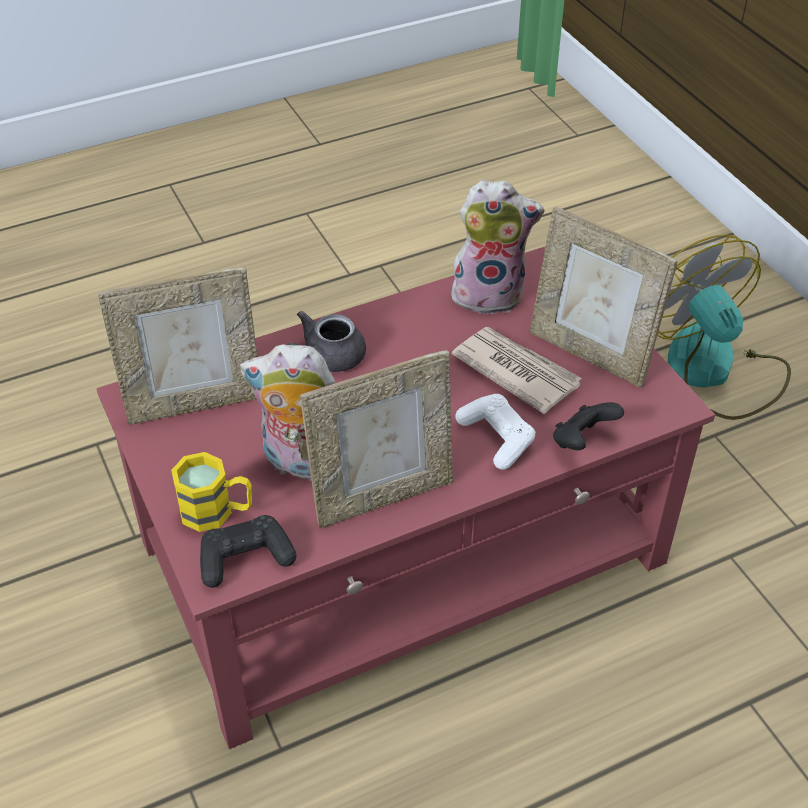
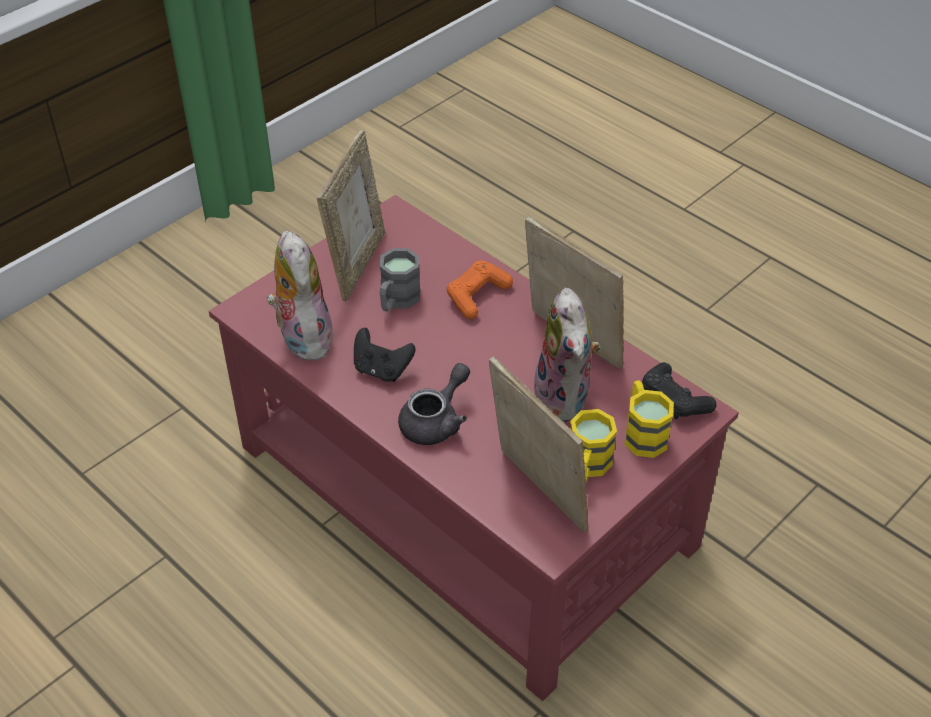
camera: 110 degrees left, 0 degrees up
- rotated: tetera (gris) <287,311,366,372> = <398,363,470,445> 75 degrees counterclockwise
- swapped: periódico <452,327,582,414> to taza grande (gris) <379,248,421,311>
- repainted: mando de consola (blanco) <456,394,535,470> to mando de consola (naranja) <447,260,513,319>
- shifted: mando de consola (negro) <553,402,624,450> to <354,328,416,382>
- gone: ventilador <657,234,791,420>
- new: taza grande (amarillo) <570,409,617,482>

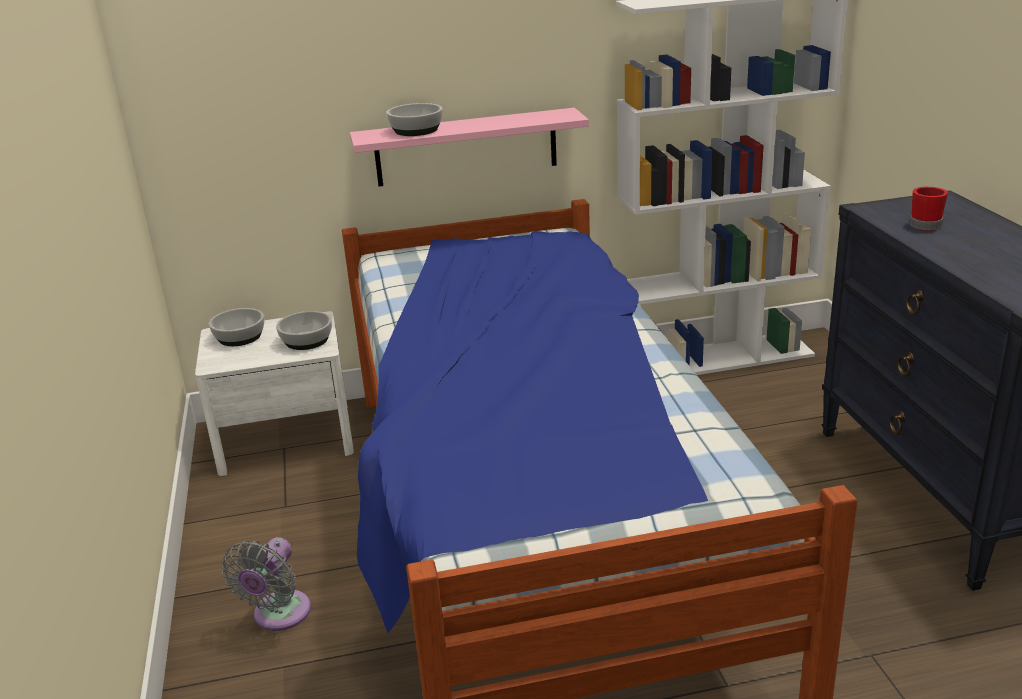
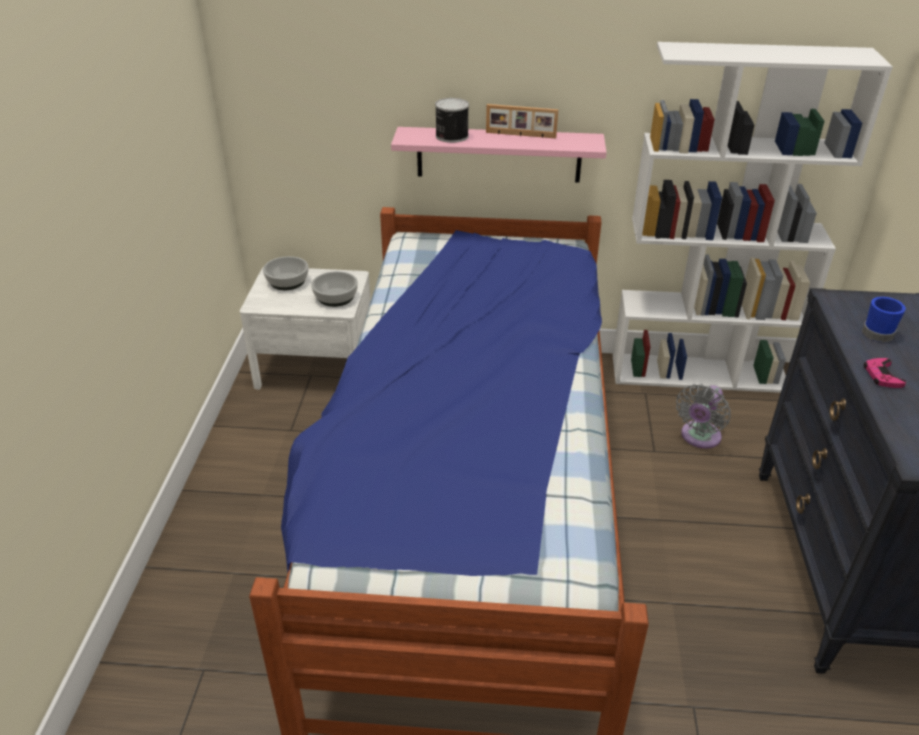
camera: 15 degrees right, 10 degrees up
- shifted: ventilador (gris) <222,537,311,631> to <676,384,731,449>
- swapped: cuenco <386,103,443,136> to lata <435,98,469,143>
- repainted: taza grande (rojo) <909,187,948,231> to taza grande (azul) <862,297,906,342>
- new: portarretratos <486,104,558,138>
- new: mando de consola (rosa) <864,358,906,388>

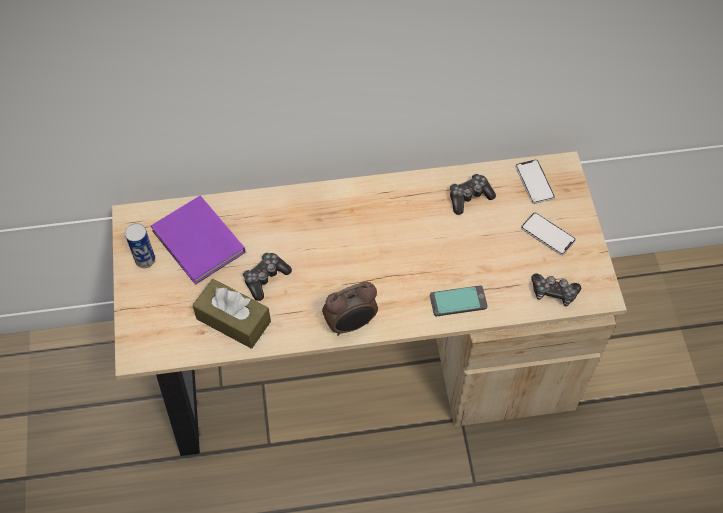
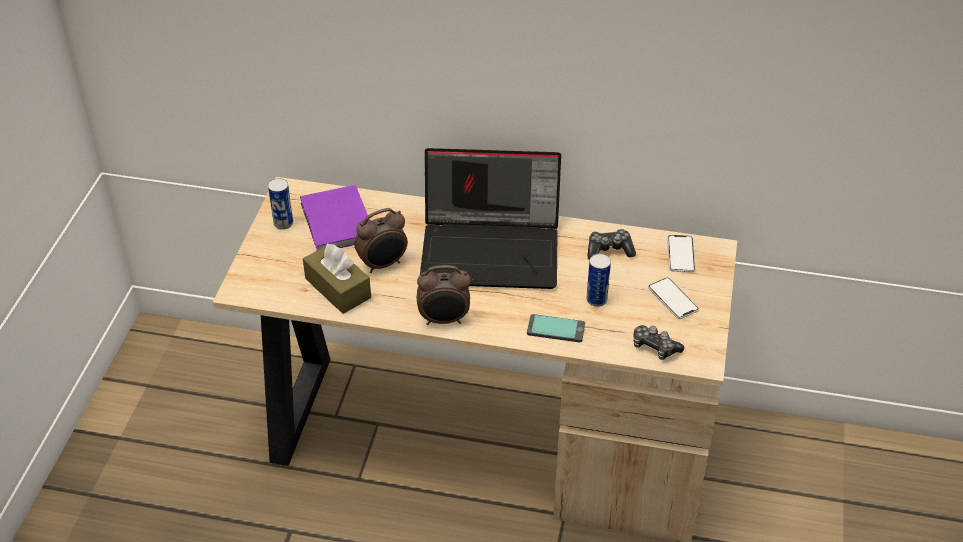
camera: 20 degrees right, 15 degrees down
- swapped: mando de consola <243,253,292,301> to despertador <354,208,408,273>
- new: portátil <420,148,561,289>
- new: lata <586,254,611,307>

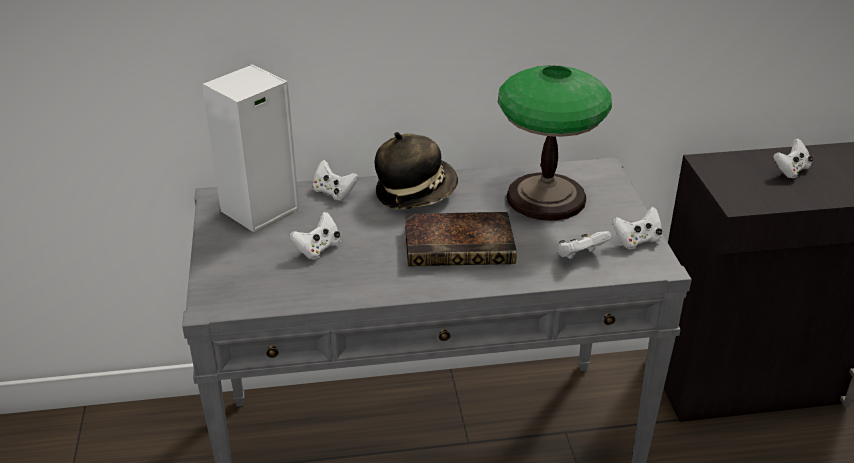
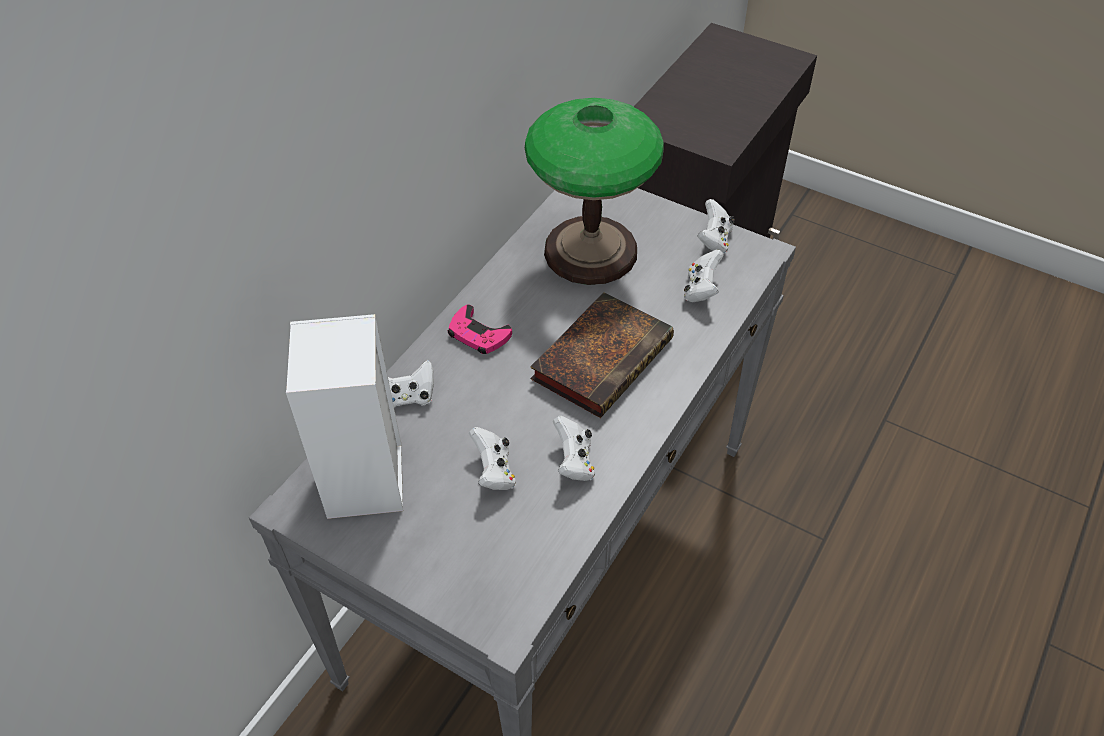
camera: 50 degrees left, 15 degrees up
- swapped: sombrero <375,132,458,209> to mando de consola (rosa) <448,305,512,354>
- shifted: mando de consola (blanco) <773,138,813,178> to <553,416,595,481>

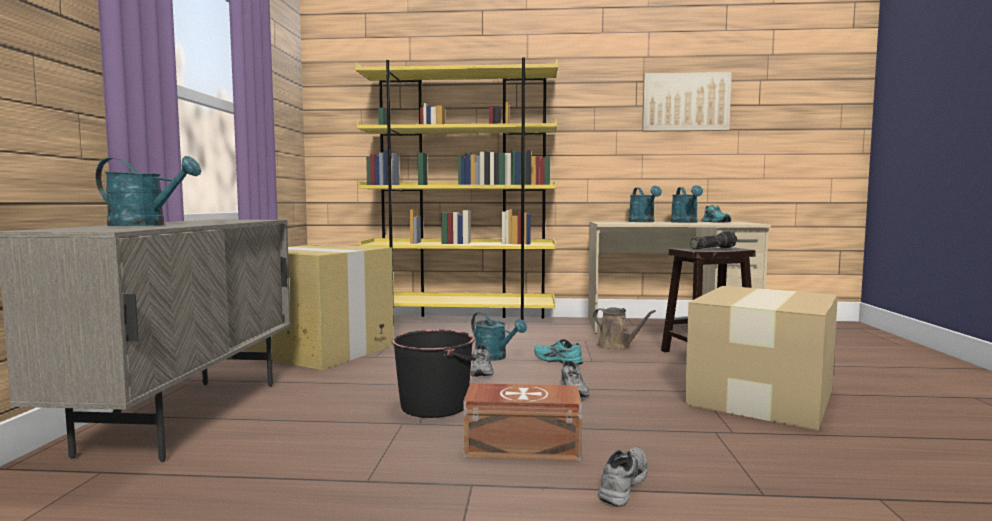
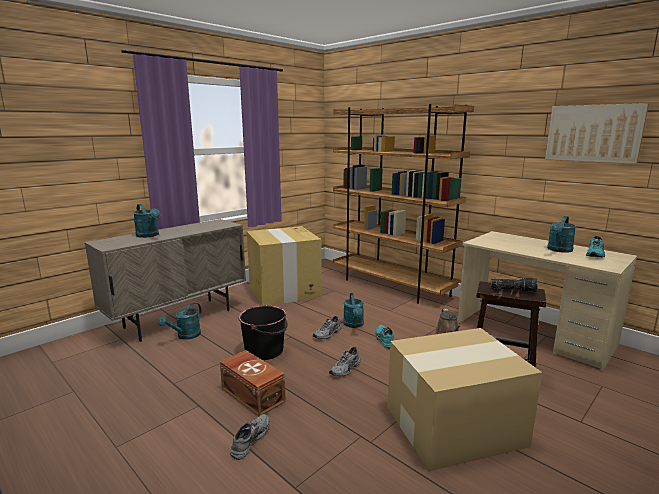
camera: 40 degrees right, 10 degrees up
- repainted: estantería (amarillo) <355,57,558,326> to estantería (marrón) <333,104,474,304>
- rotated: zapato (gris) <598,447,648,507> = <230,414,270,460> 45 degrees counterclockwise
- shifted: regadera (turquesa) <629,186,662,222> to <158,303,202,340>

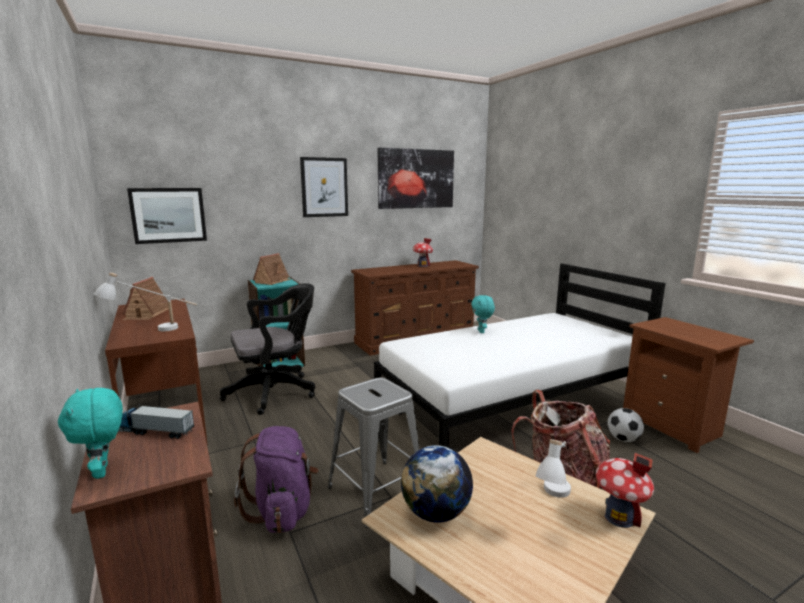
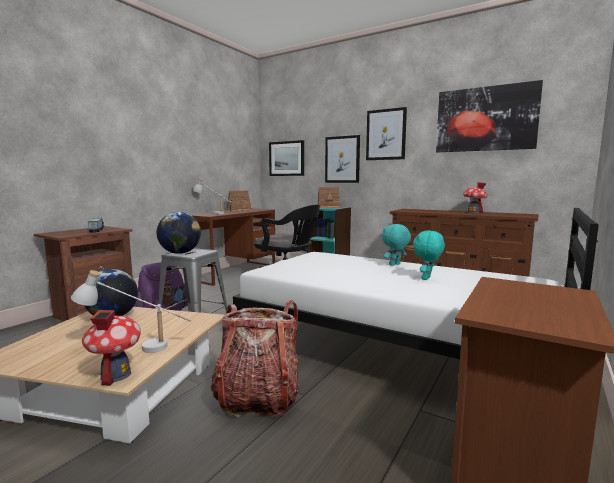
camera: 60 degrees right, 5 degrees down
- shifted: peluche (turquesa) <58,388,123,479> to <413,231,445,280>
- gone: balón de fútbol <607,408,644,442>
- new: globo terráqueo <157,212,201,254>
- new: cuadro <325,135,360,183>

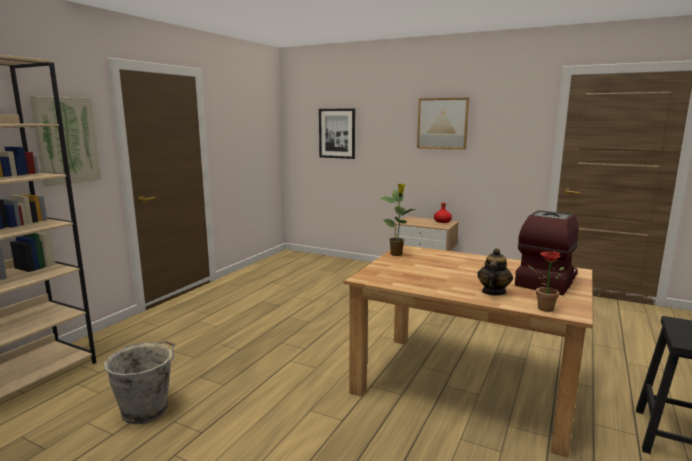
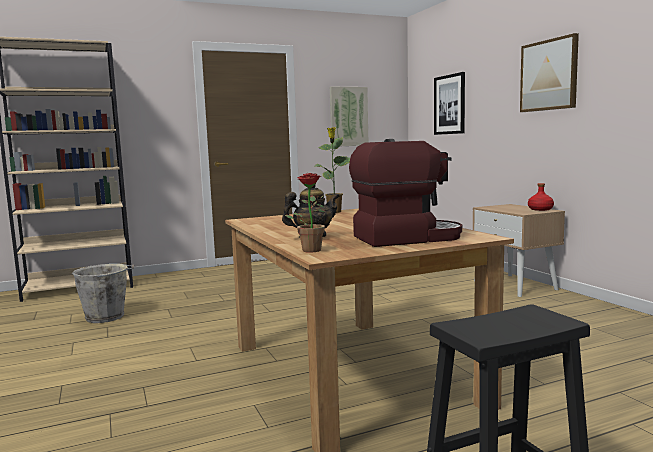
camera: 40 degrees right, 5 degrees down
- shifted: cuadro <30,96,102,187> to <330,87,368,146>

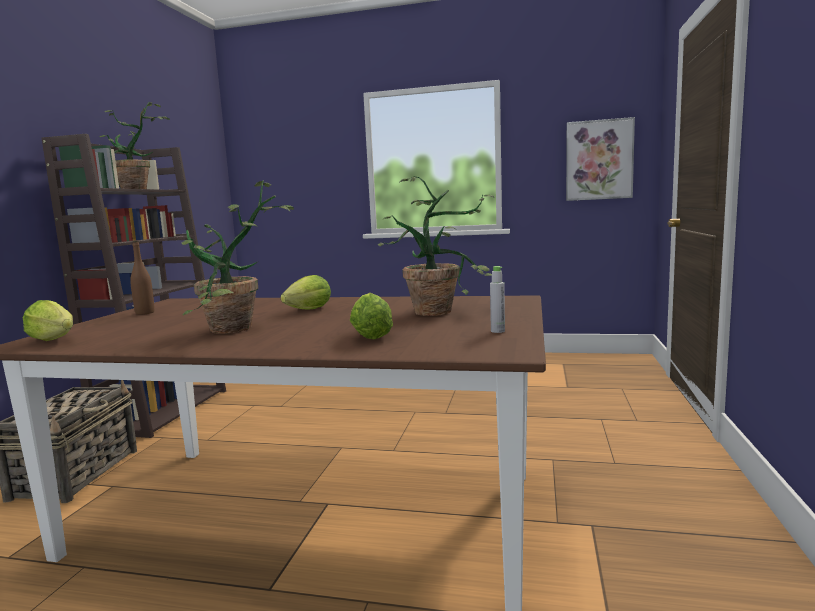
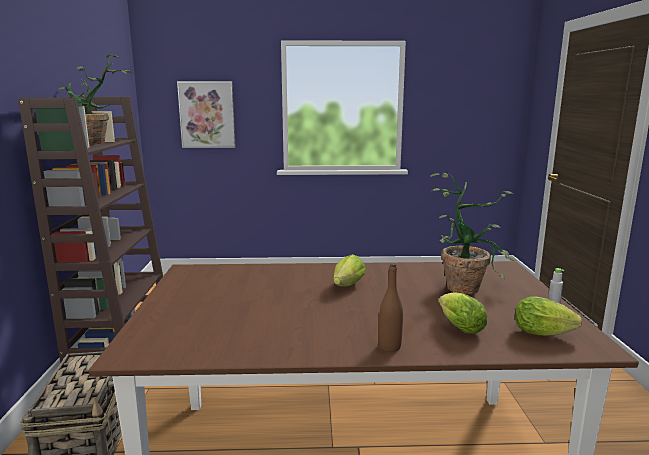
camera: 15 degrees left, 5 degrees up
- shifted: lechuga <23,300,73,341> to <515,297,582,336>
- shifted: botella (marrón) <130,241,155,315> to <379,263,403,352>
- gone: planta en maceta <181,180,294,334>
- shifted: cuadro <566,117,635,201> to <177,81,236,148>

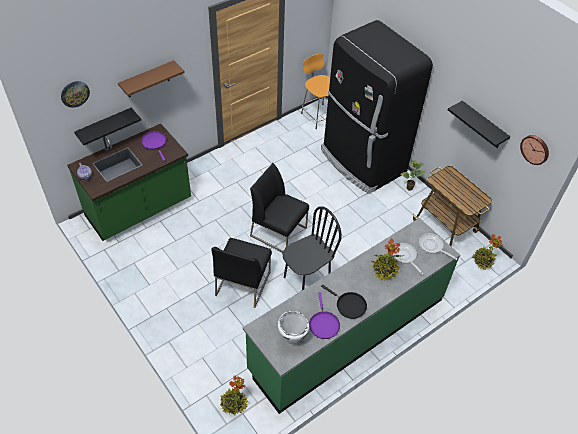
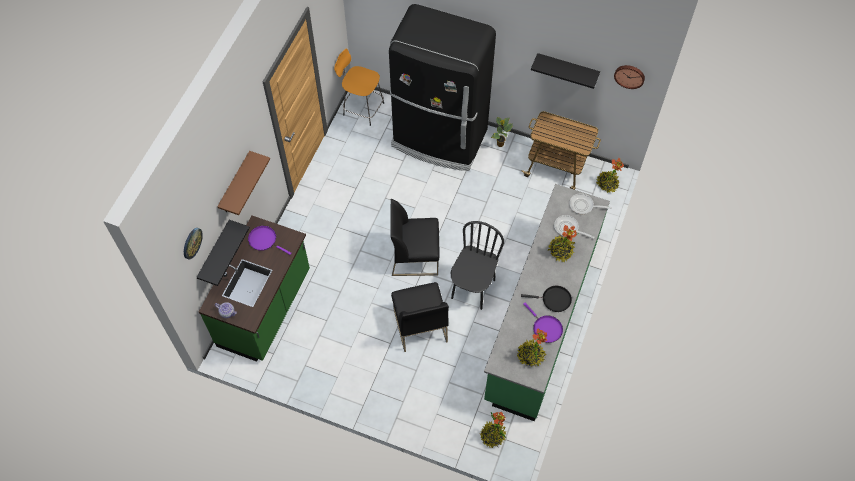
camera: 30 degrees left, 10 degrees up
- swapped: olla (blanco) <278,311,309,344> to planta en maceta <517,329,547,367>

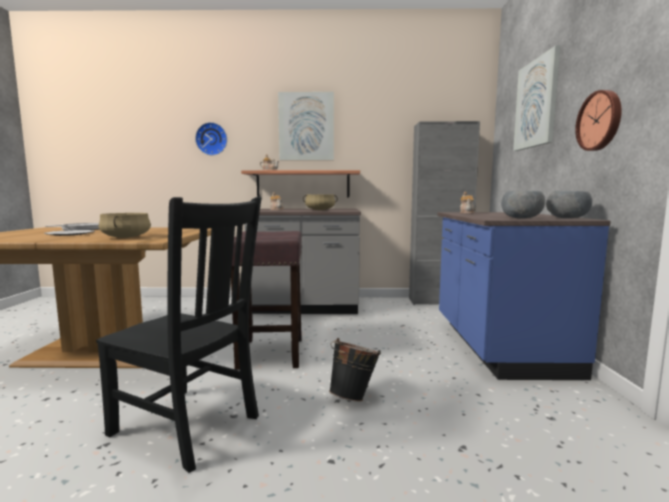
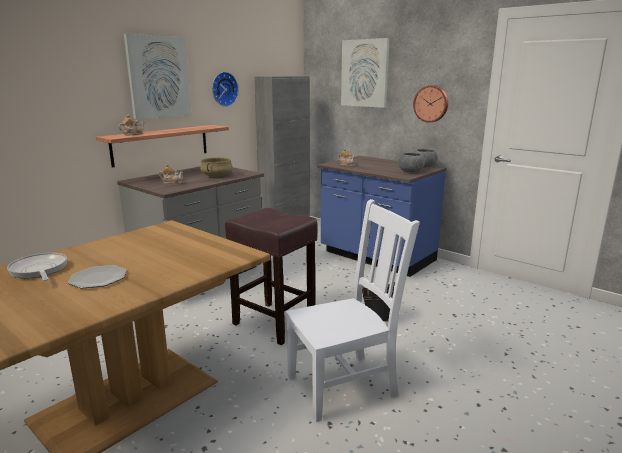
camera: 50 degrees left, 10 degrees up
- repainted: silla (negro) <96,197,261,473> to silla (blanco) <286,199,420,422>
- gone: olla (beis) <99,213,151,238>
- shifted: reloj de pared <195,122,227,156> to <212,72,239,107>

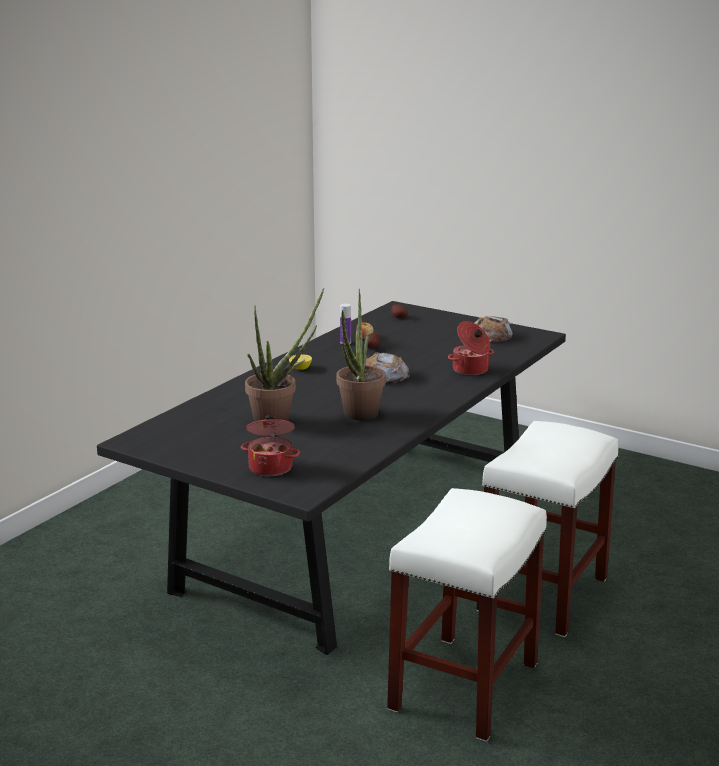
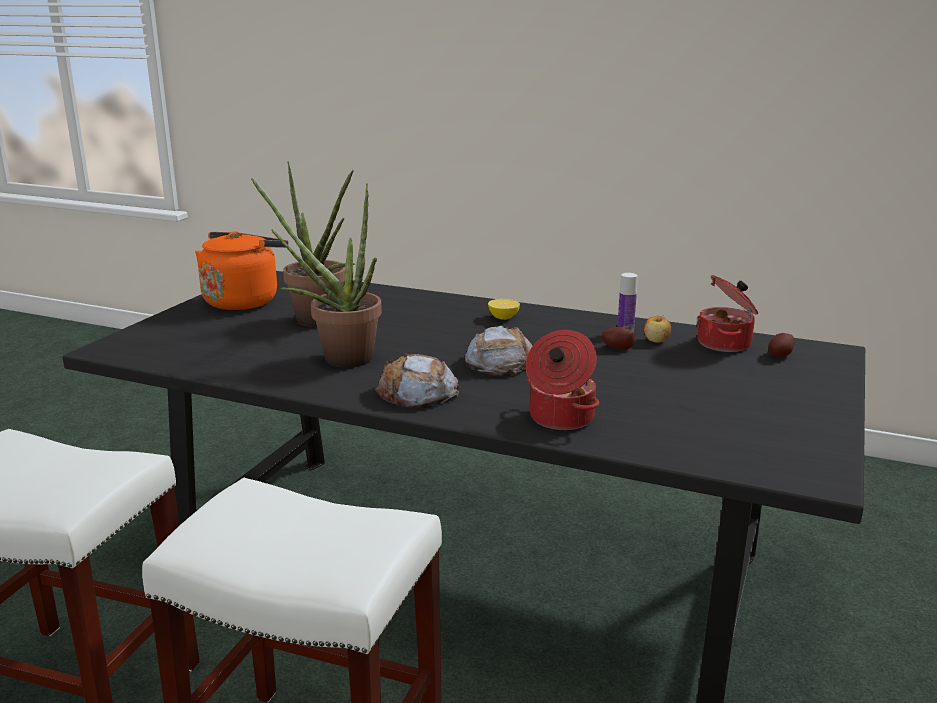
camera: 80 degrees right, 0 degrees up
- shifted: olla <241,415,300,476> to <696,275,758,352>
- shifted: pan <475,316,513,343> to <375,353,459,408>
- new: hervidor (naranja) <195,231,288,310>

